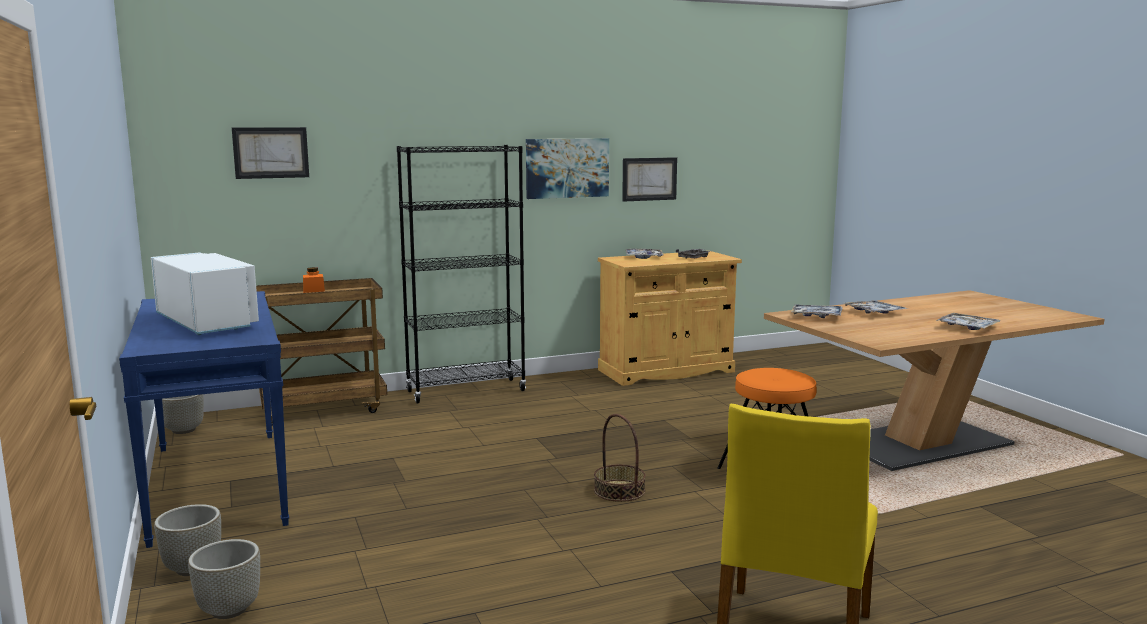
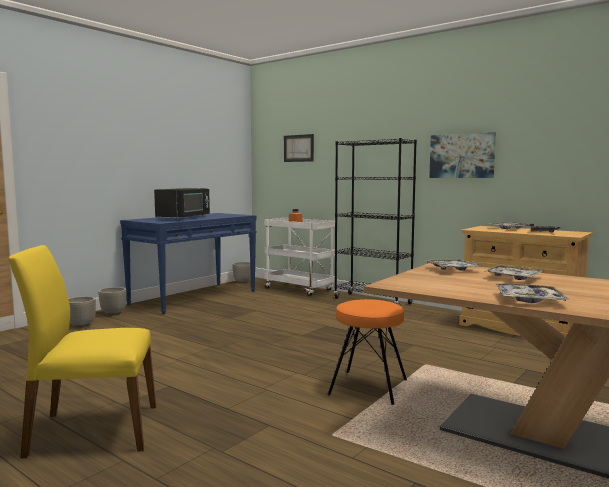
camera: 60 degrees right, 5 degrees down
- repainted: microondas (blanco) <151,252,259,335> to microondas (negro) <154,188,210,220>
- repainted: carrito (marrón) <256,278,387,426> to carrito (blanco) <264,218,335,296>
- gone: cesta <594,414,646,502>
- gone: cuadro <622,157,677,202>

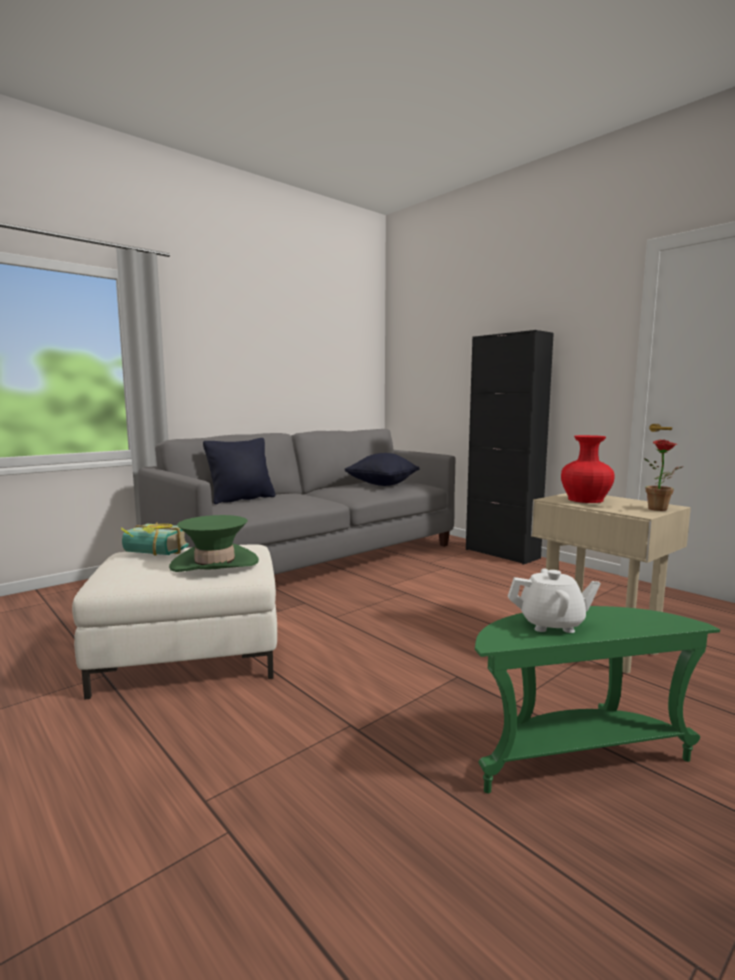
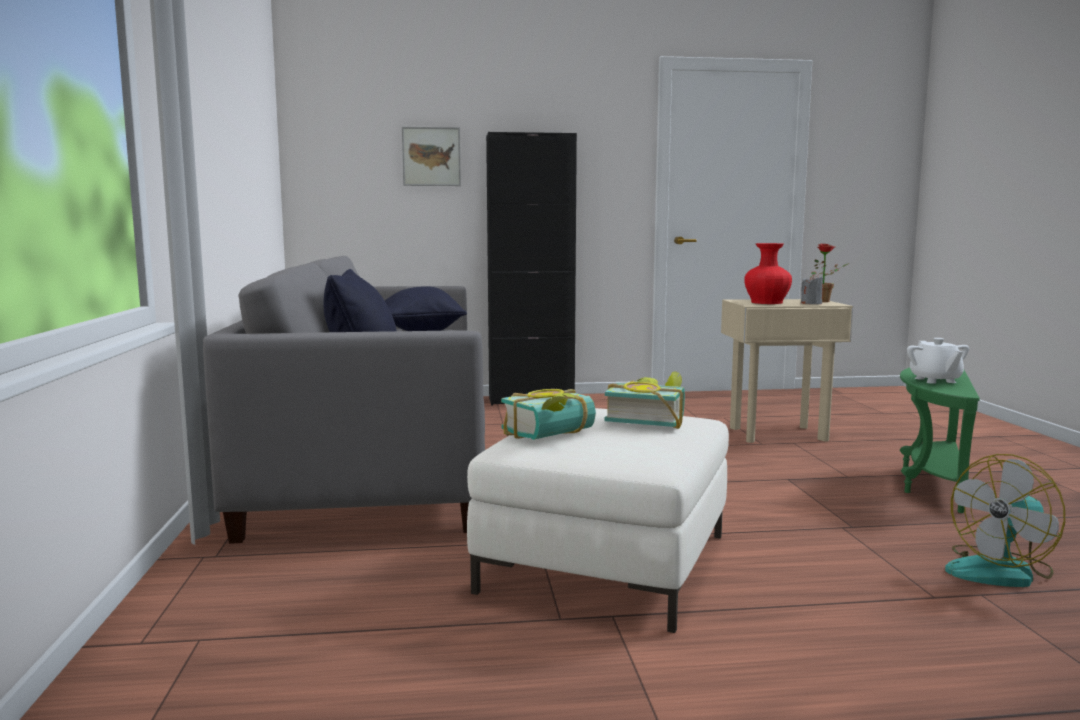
camera: 55 degrees left, 0 degrees up
- swapped: sombrero (verde) <169,515,259,572> to libro <604,371,685,429>
- rotated: tetera (blanco) <508,568,601,633> = <907,338,969,384> 135 degrees clockwise
- new: cuadro <402,127,461,186>
- new: vela (gris) <801,274,824,304>
- new: ventilador <945,454,1065,587>

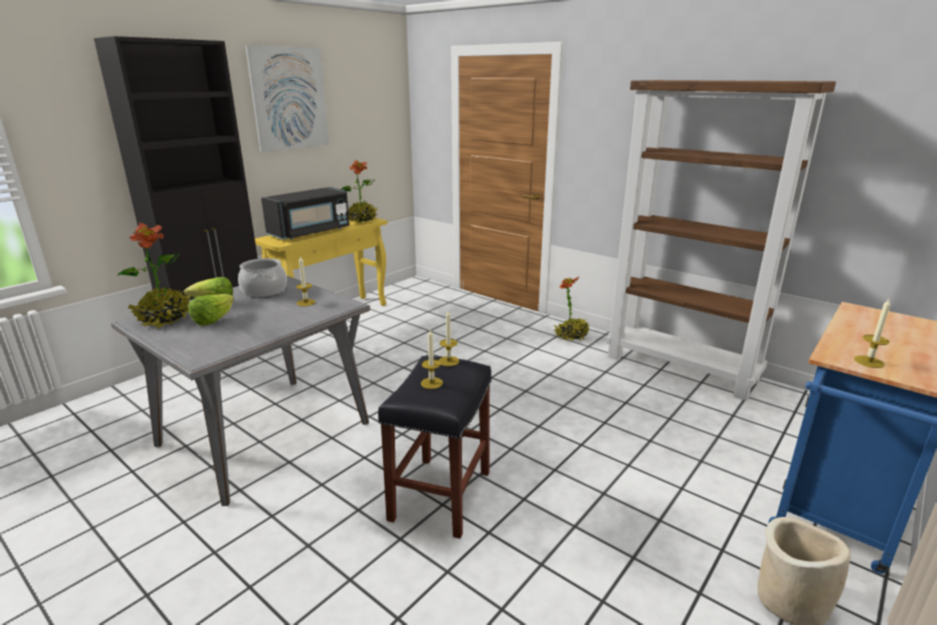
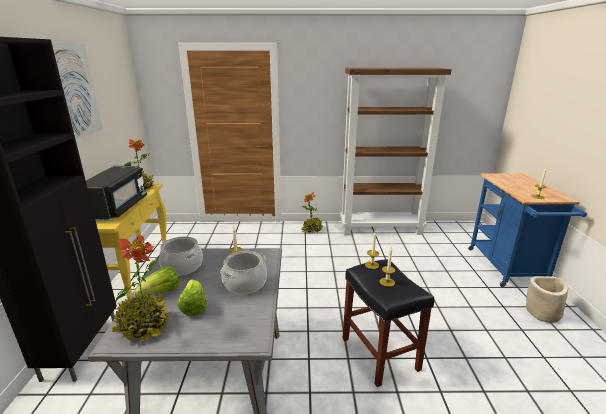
camera: 40 degrees left, 0 degrees up
- new: olla <220,251,267,294>

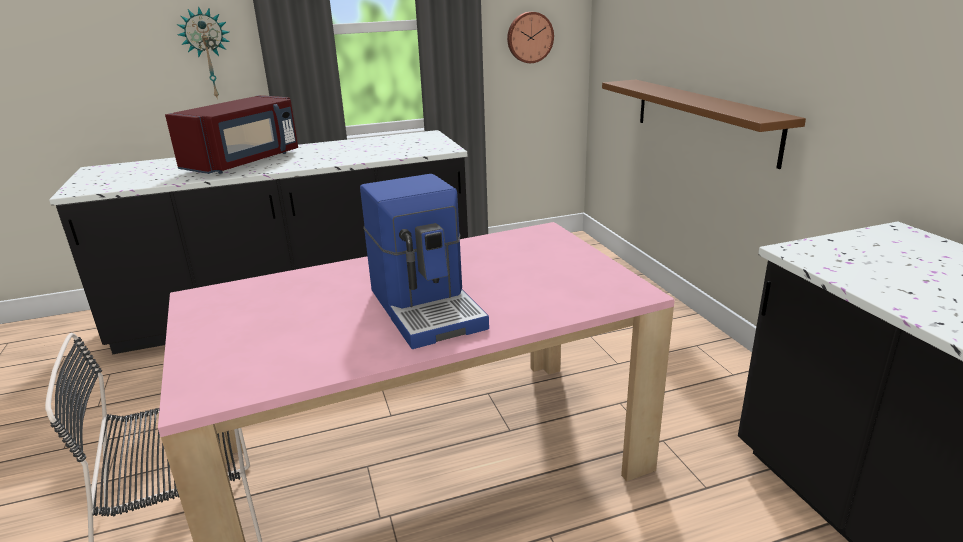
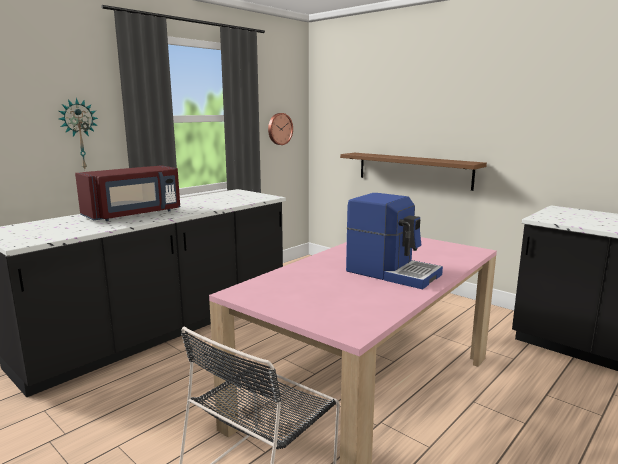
camera: 30 degrees left, 10 degrees down
- rotated: microondas (rojo) <165,95,298,174> = <75,165,180,221> 45 degrees clockwise

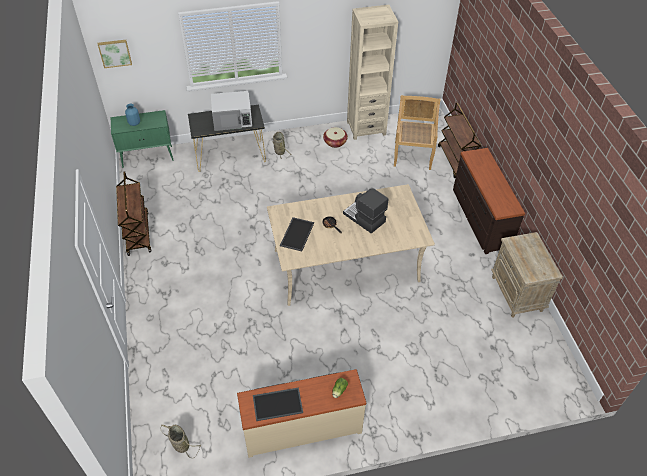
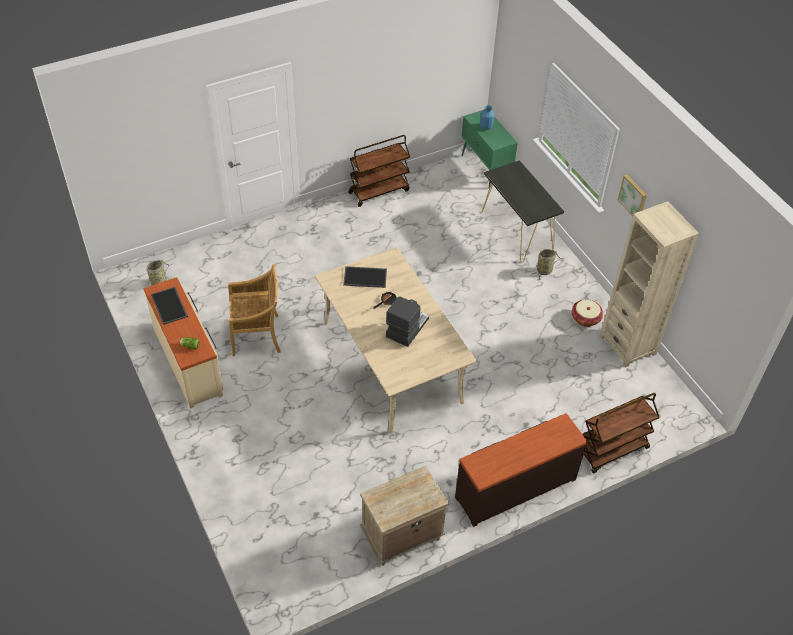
camera: 75 degrees right, 0 degrees up
- shifted: cuadro <98,40,132,68> to <618,175,647,216>
- gone: microondas (blanco) <211,91,252,131>
- shifted: silla (beis) <394,95,441,170> to <228,264,281,356>

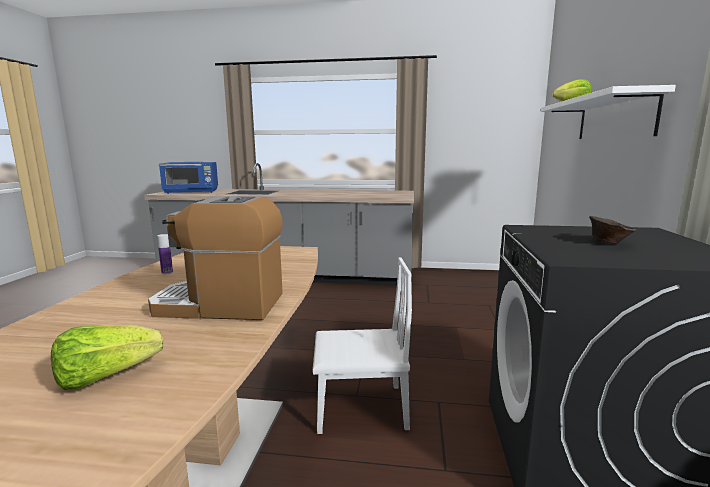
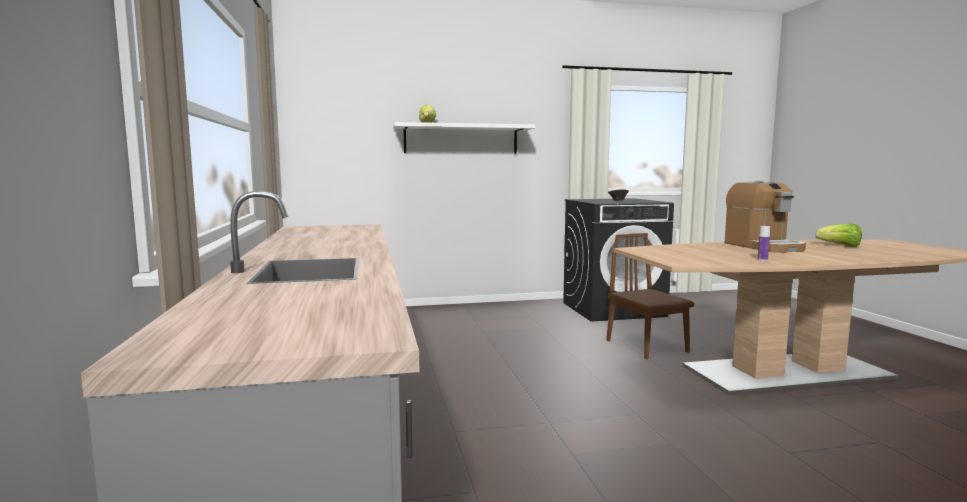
camera: 110 degrees left, 5 degrees down
- gone: microondas (azul) <159,162,218,194>
- repainted: silla (blanco) <313,257,412,434> to silla (marrón) <606,233,694,359>

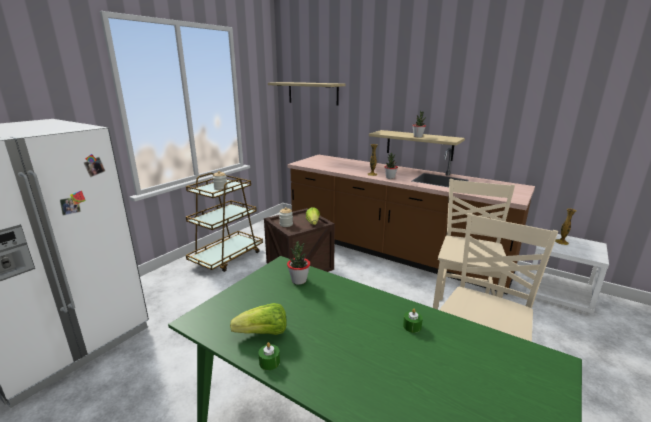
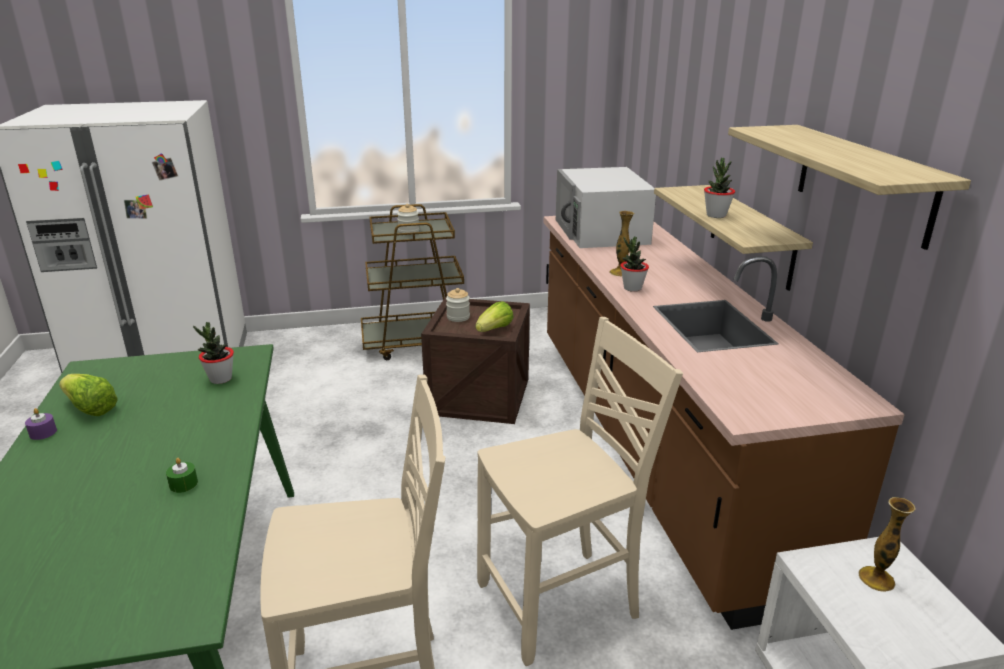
camera: 45 degrees right, 5 degrees up
- repainted: vela (verde) <258,342,280,370> to vela (morado) <25,408,57,440>
- shifted: estante <268,82,346,106> to <728,125,971,250>
- new: microondas (blanco) <556,167,656,248>

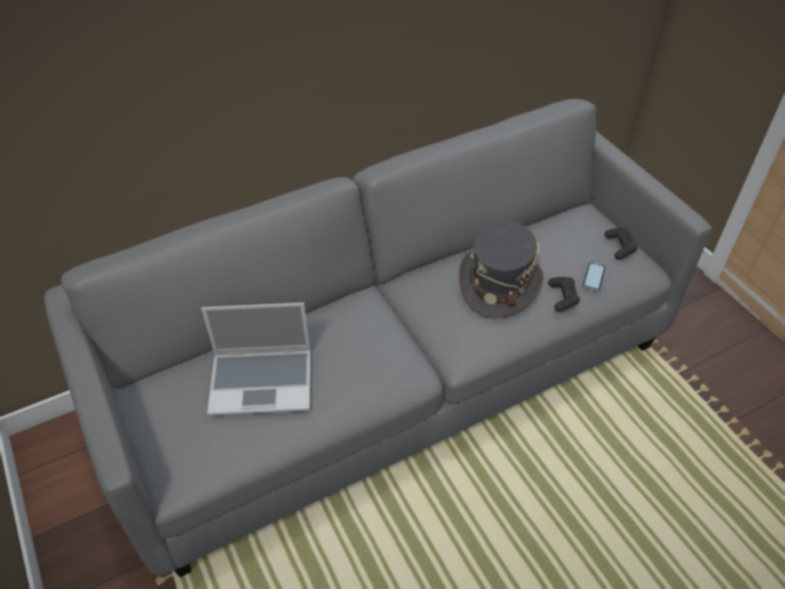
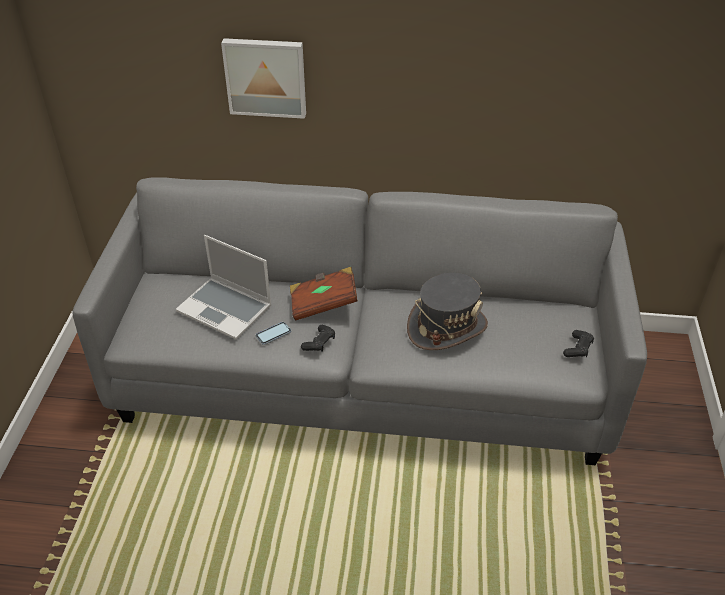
camera: 35 degrees right, 5 degrees down
- shifted: mando de consola (negro) <548,277,580,312> to <301,325,335,352>
- shifted: móvil <582,262,606,292> to <256,322,291,345>
- new: cuadro <221,38,306,119>
- new: libro (marrón) <290,267,358,321>

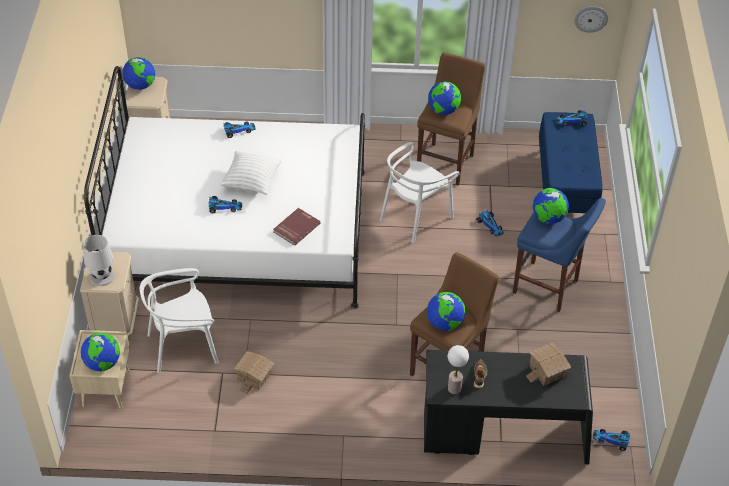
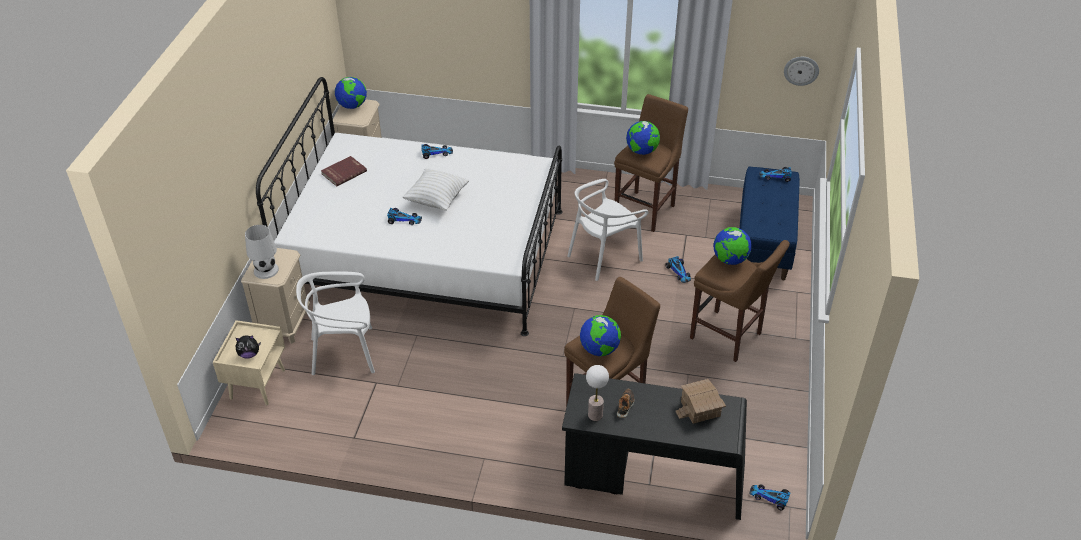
camera: 10 degrees right, 5 degrees down
- swapped: globo terráqueo <81,333,120,371> to peluche <236,335,261,359>
- gone: casita <234,351,275,393>
- shifted: libro (rojo) <273,208,320,246> to <321,156,367,187>
- repainted: taburete (azul) <513,198,606,312> to taburete (marrón) <690,240,790,362>

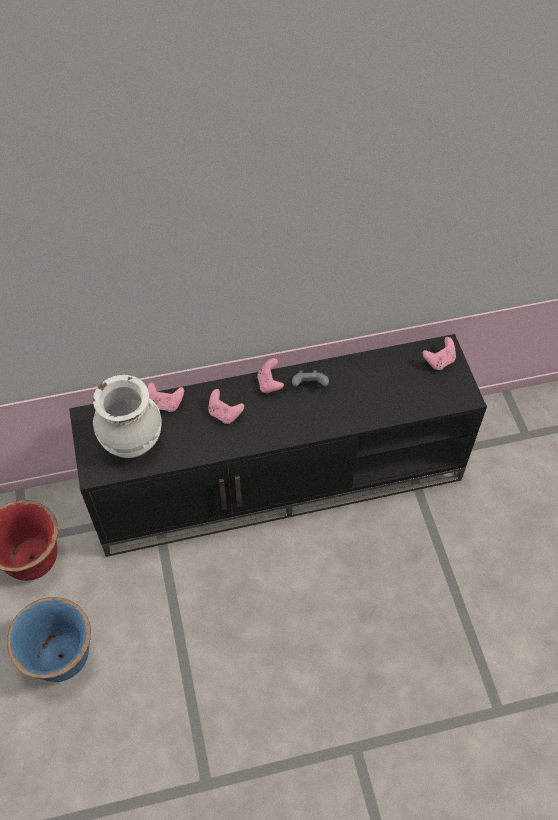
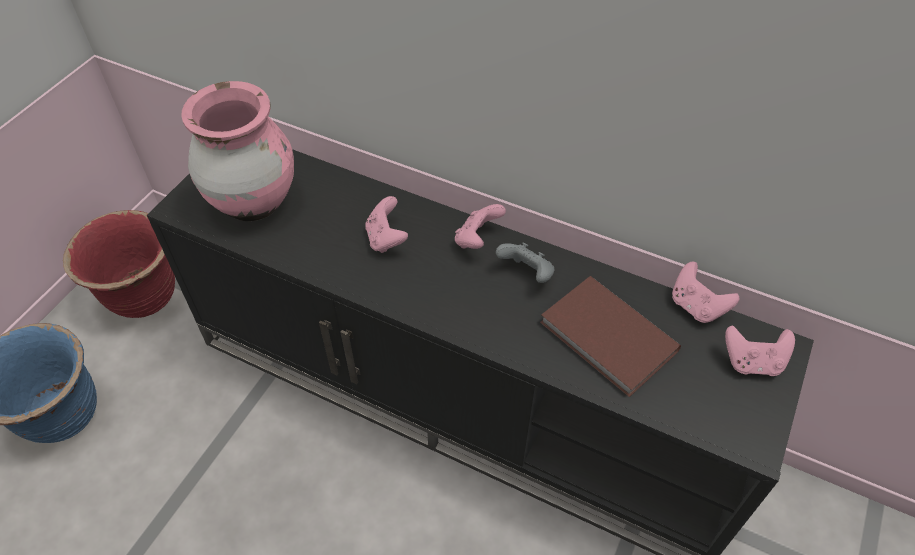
camera: 40 degrees right, 5 degrees down
- repainted: florero (blanco) <93,375,162,458> to florero (rosa) <181,81,294,221>
- shifted: mando de consola (rosa) <147,382,184,412> to <672,261,739,323>
- new: libro (marrón) <540,276,681,397>

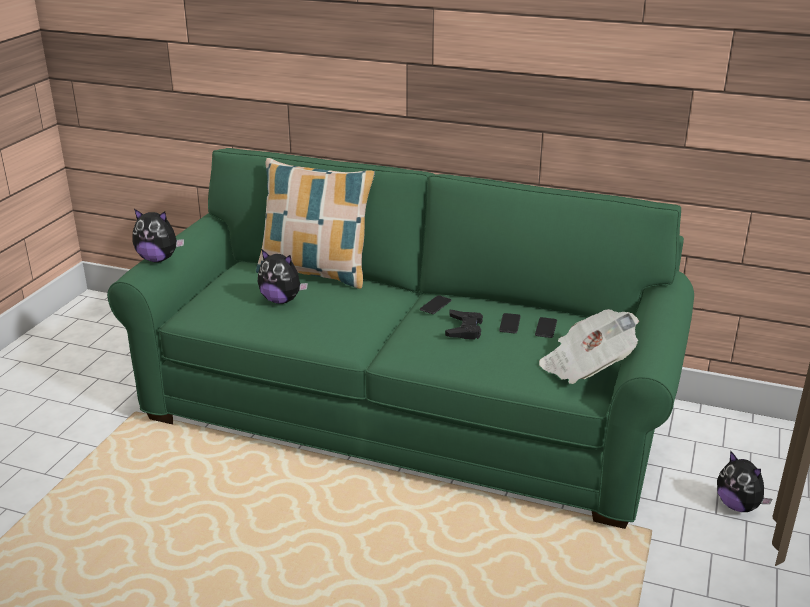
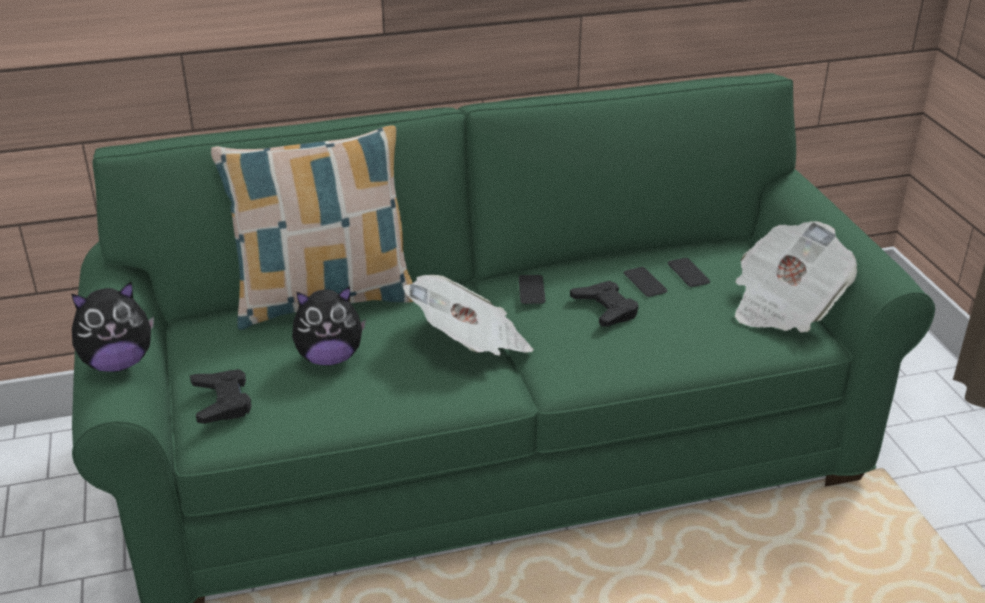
camera: 35 degrees left, 5 degrees up
- gone: peluche <717,451,772,512>
- new: mando de consola (negro) <190,369,252,424>
- new: periódico <403,275,534,356>

